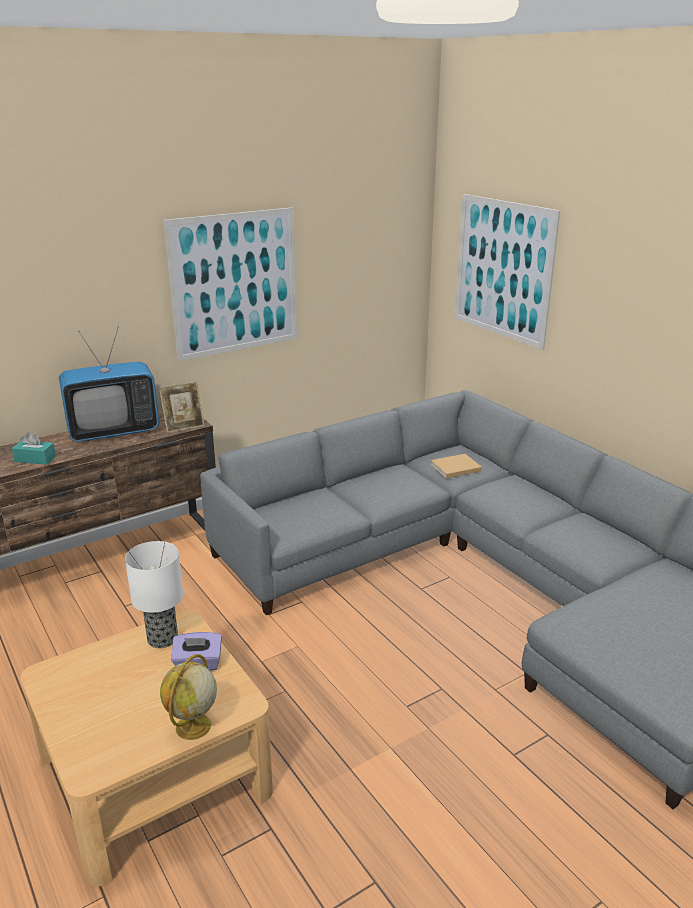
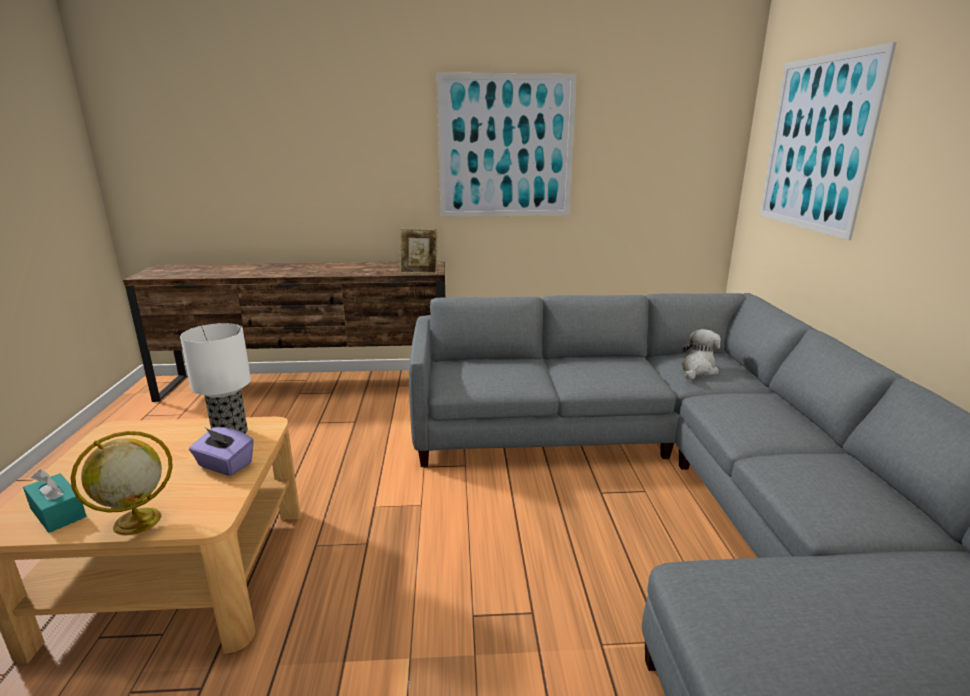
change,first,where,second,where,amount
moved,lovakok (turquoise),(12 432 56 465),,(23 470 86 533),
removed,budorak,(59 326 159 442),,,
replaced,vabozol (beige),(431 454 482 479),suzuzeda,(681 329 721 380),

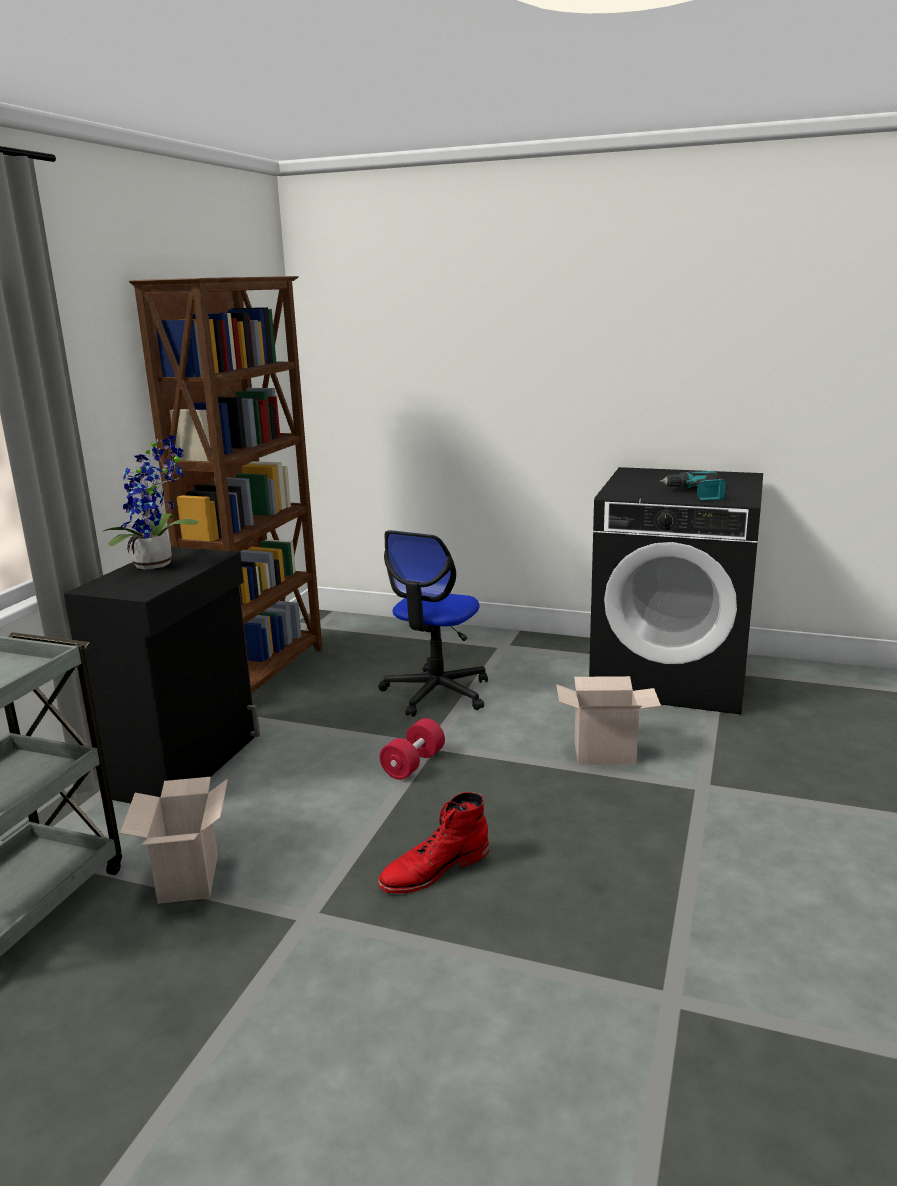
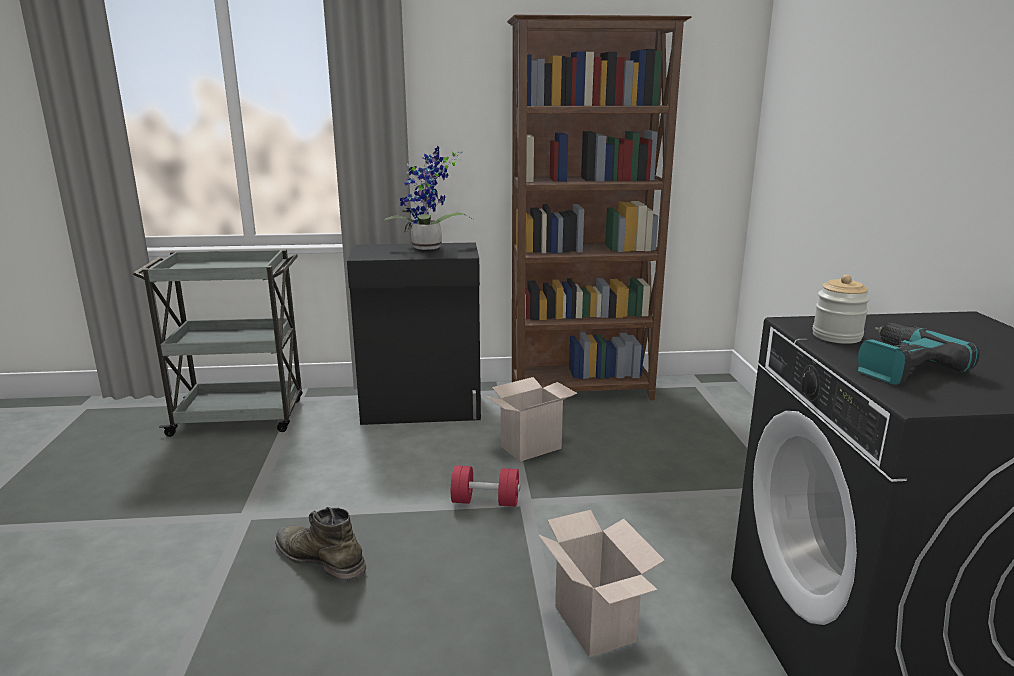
change,first,where,second,where,amount
moved,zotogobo,(120 777 228 904),,(486 377 577 462),
recoloured,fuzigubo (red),(377 792 489 893),fuzigubo (green),(275 507 366 581),
removed,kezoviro,(378 530 488 717),,,
added,,,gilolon,(812 274 870 344),

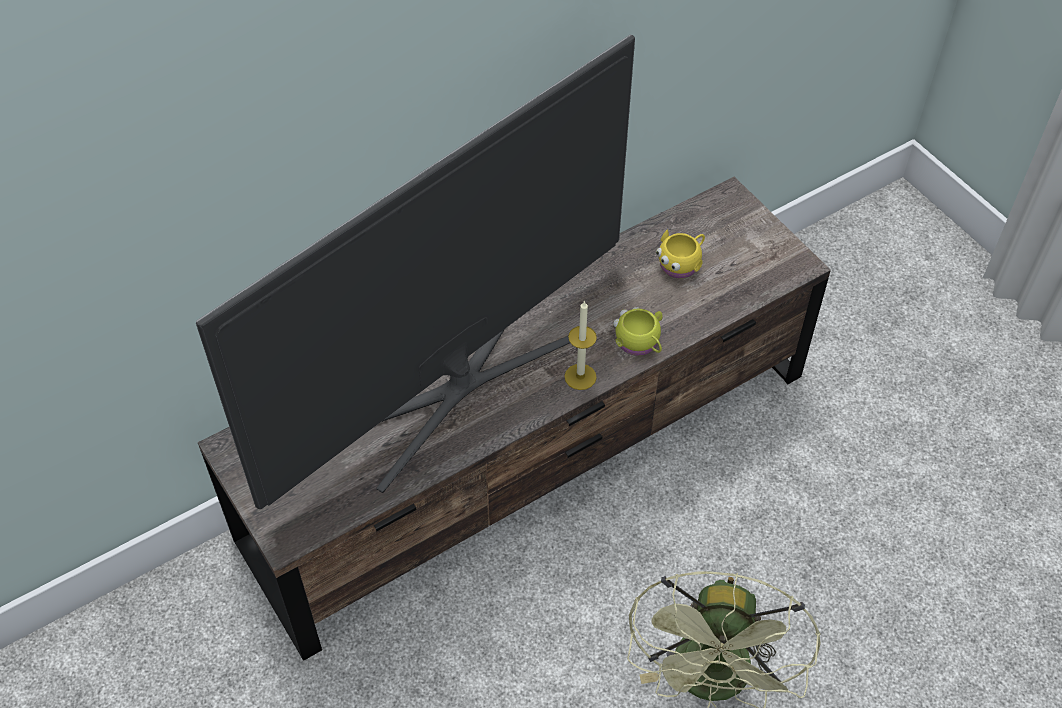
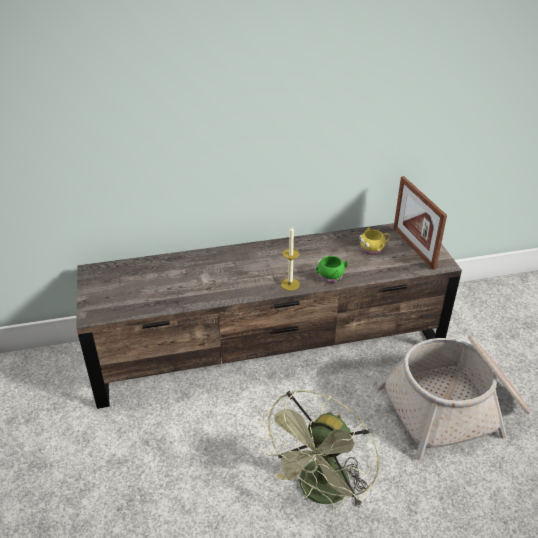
change,first,where,second,where,amount
removed,budorak,(196 35 635 509),,,
recoloured,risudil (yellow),(613 307 663 356),risudil (green),(316 256 348 283),
added,,,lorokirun,(377 335 531 460),
added,,,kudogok,(393 176 447 270),

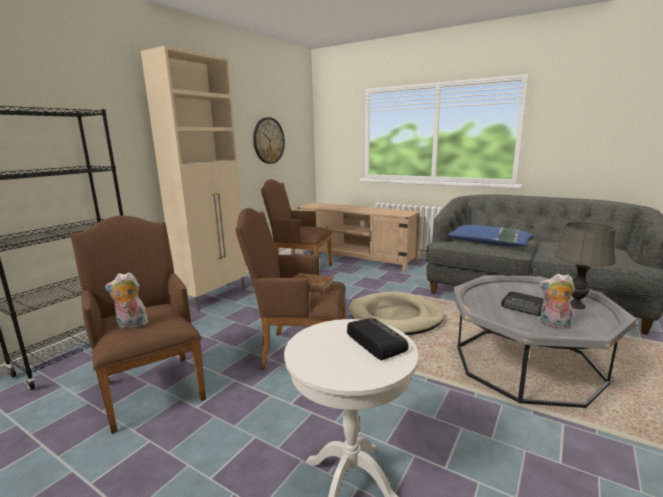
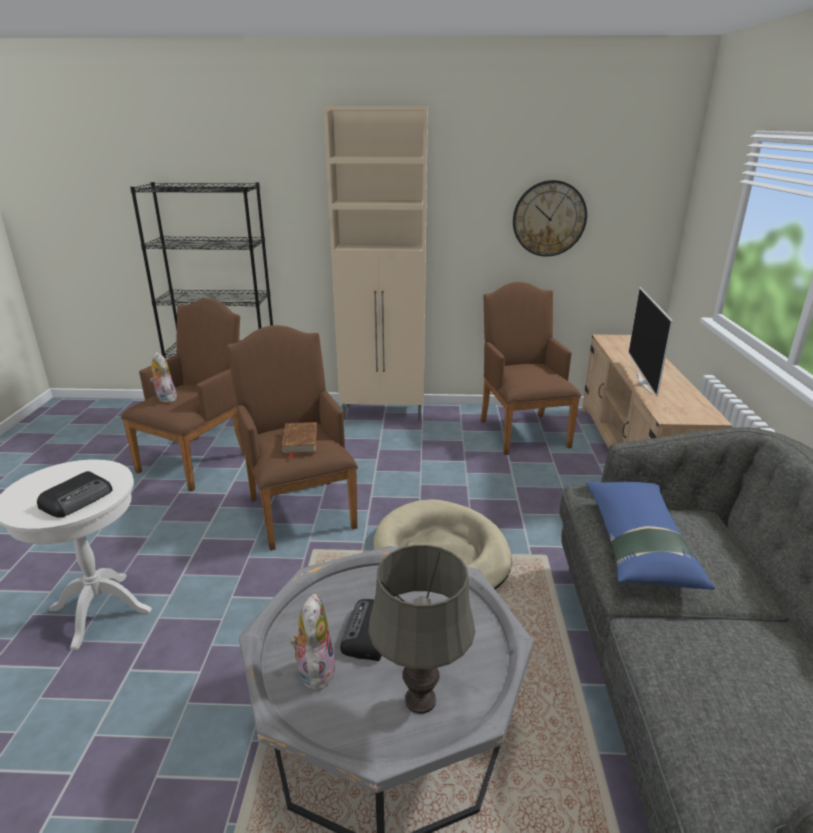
change,first,where,second,where,amount
added,,,budorak,(628 287 673 397),

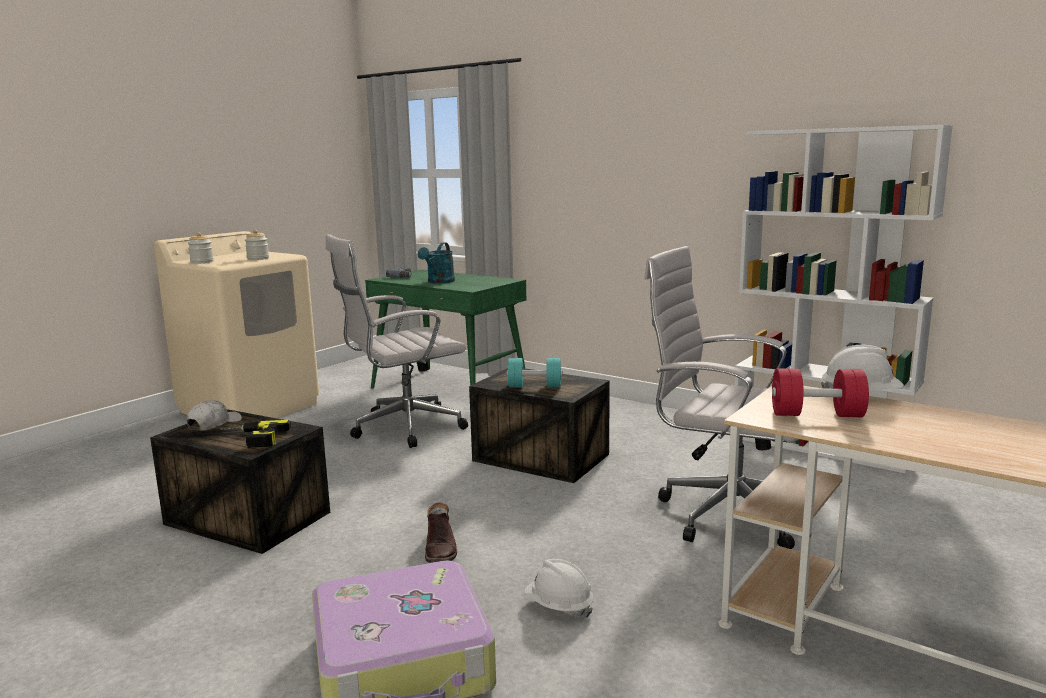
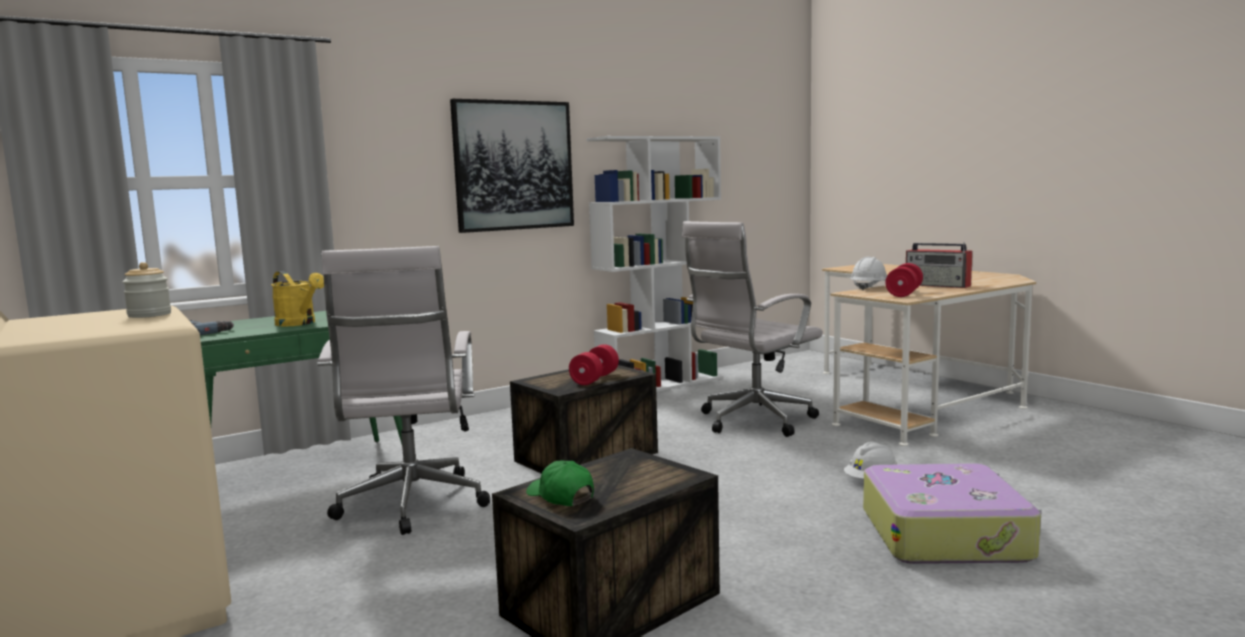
change,first,where,second,where,amount
recoloured,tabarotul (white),(187 400 242 431),tabarotul (green),(526 461 594 506),
removed,gilolon,(188 232 214 264),,,
removed,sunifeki,(219 420 291 448),,,
recoloured,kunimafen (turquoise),(417 242 455 284),kunimafen (yellow),(271 271 324 326),
removed,fuzigubo (brown),(425 502 457 563),,,
recoloured,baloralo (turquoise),(507 358 563 388),baloralo (red),(569 344 619 385),
added,,,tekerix,(450 99 574 233),
added,,,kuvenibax,(906 242 972 288),

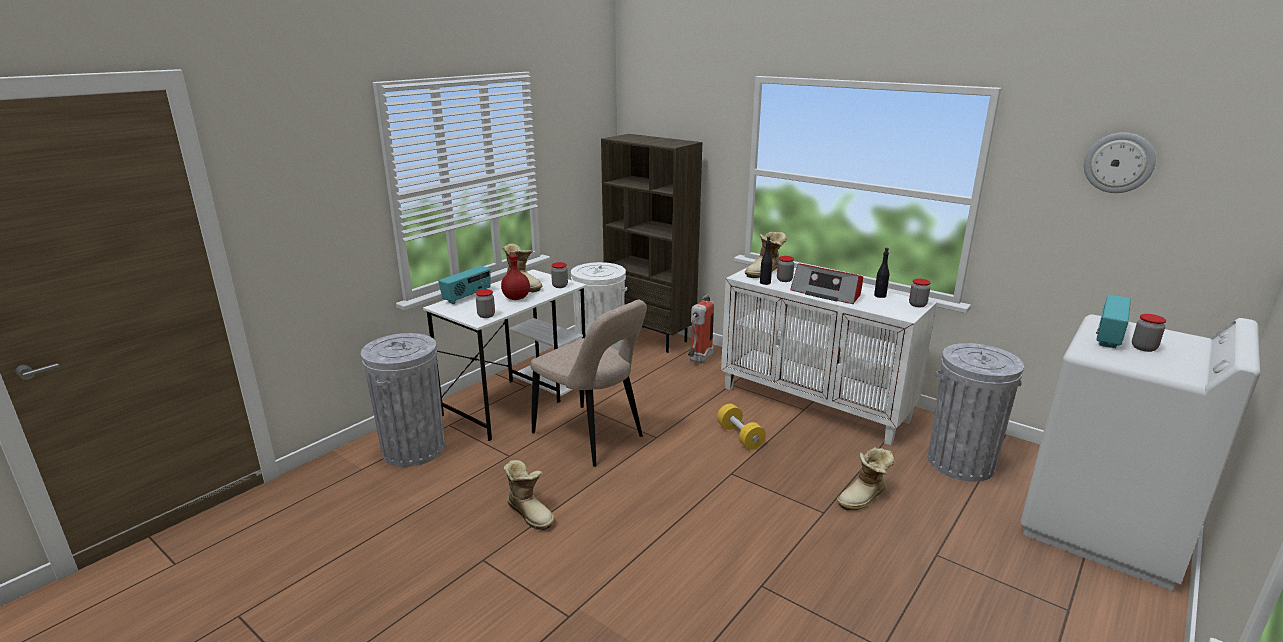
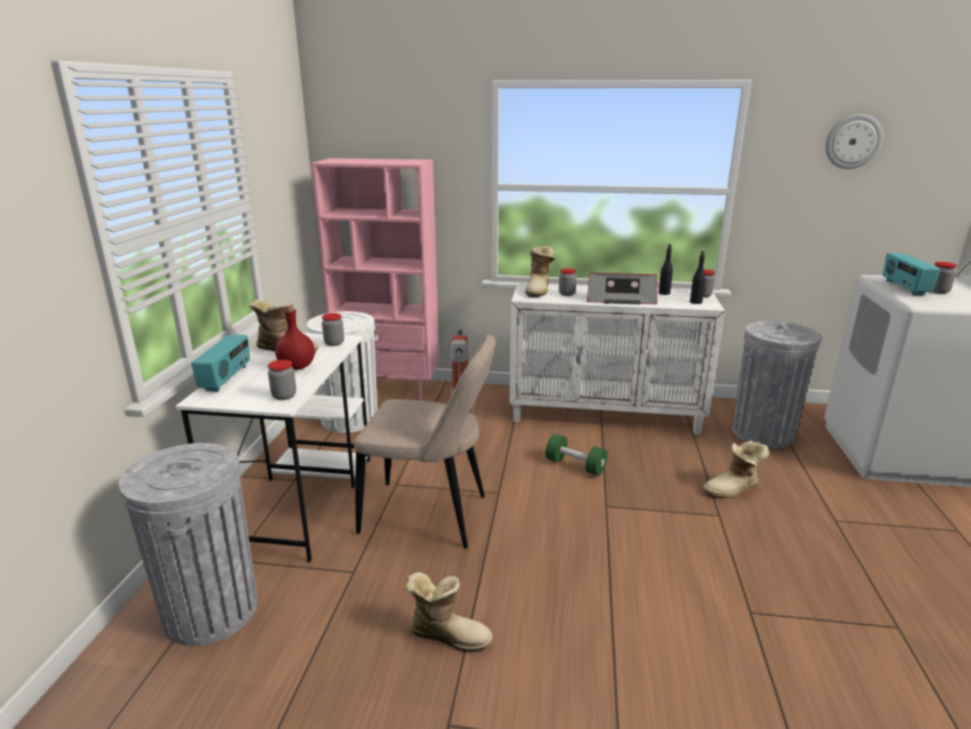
change,first,where,second,where,amount
recoloured,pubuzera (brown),(601 134 702 353),pubuzera (pink),(311 158 439 401),
recoloured,baloralo (yellow),(717 404 766 450),baloralo (green),(545 434 608 476),
moved,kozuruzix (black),(760 237 772 285),,(690 251 706 304),
turned,fuzigubo,(837 447 895 511),,(703 440 769 498),45 degrees clockwise

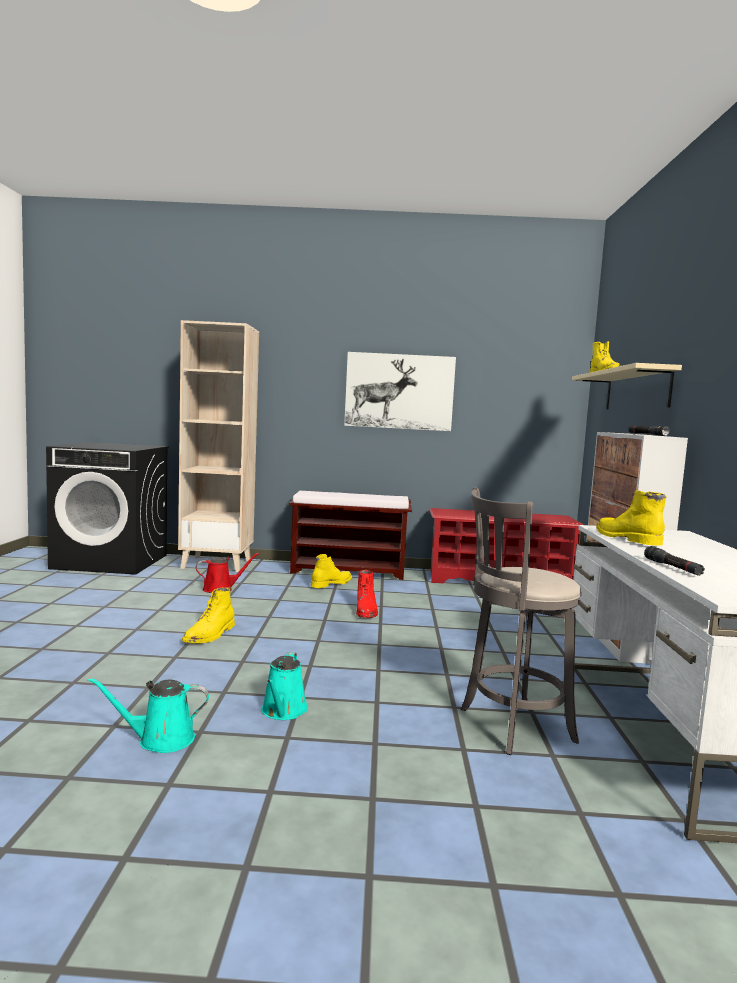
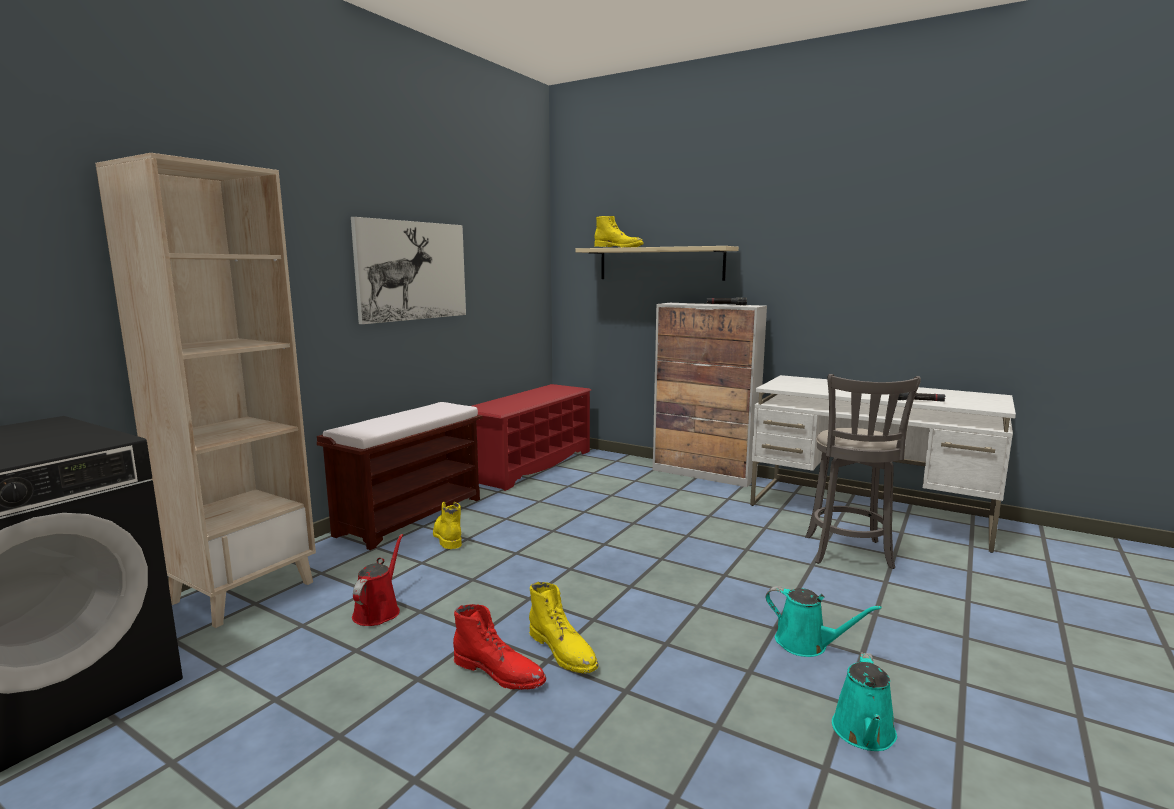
change,first,where,second,where,amount
moved,fuzigubo (red),(356 570 378 618),,(453 604 546 690),
removed,fuzigubo (yellow),(596 490 666 546),,,

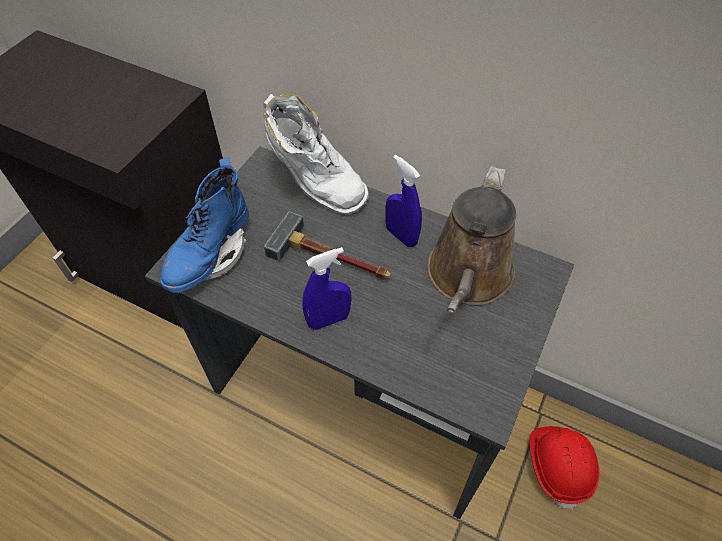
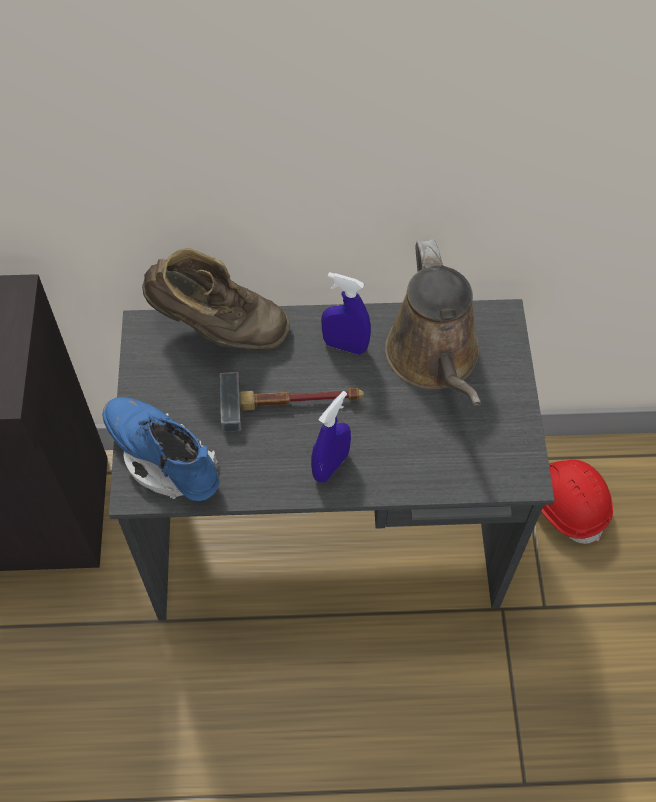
change,first,where,second,where,amount
turned,fuzigubo (blue),(160 158 249 293),,(102 397 219 501),135 degrees clockwise
recoloured,fuzigubo (white),(263 94 369 215),fuzigubo (brown),(142 248 290 351),

